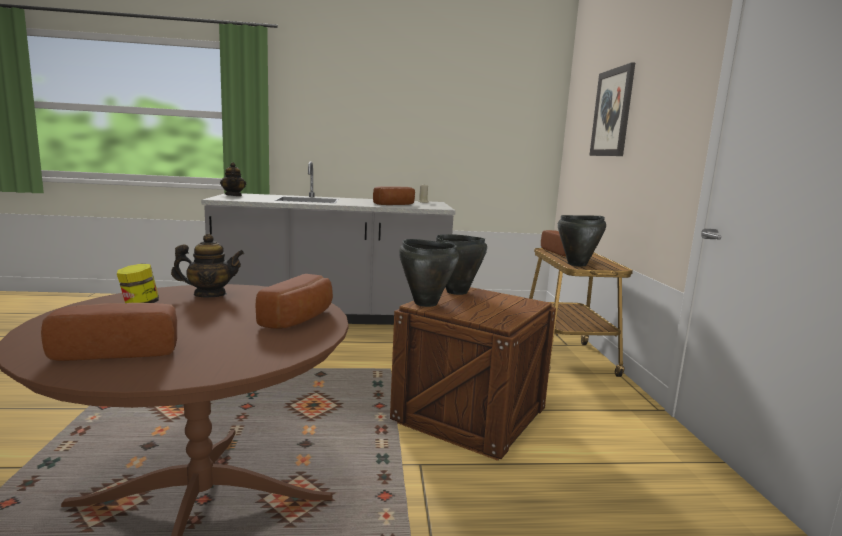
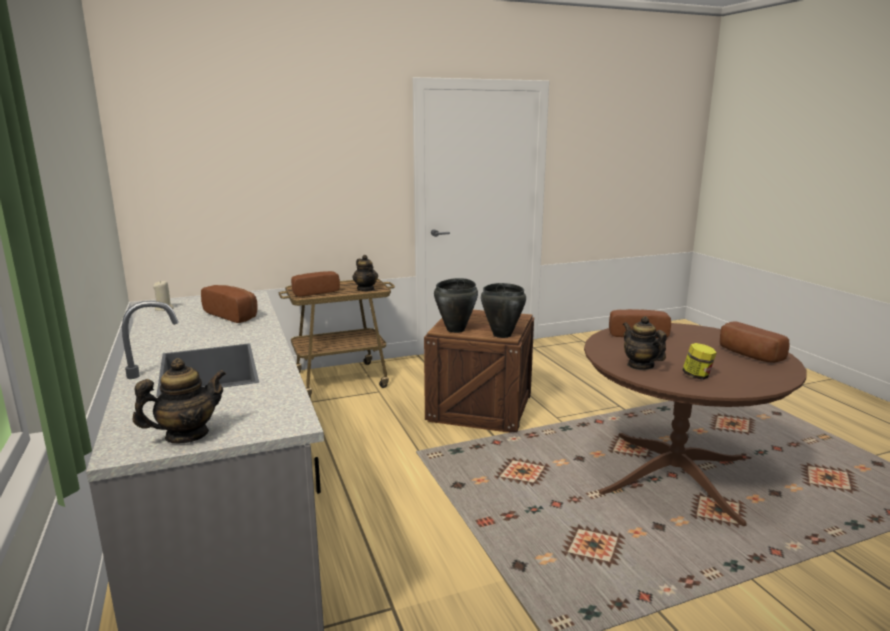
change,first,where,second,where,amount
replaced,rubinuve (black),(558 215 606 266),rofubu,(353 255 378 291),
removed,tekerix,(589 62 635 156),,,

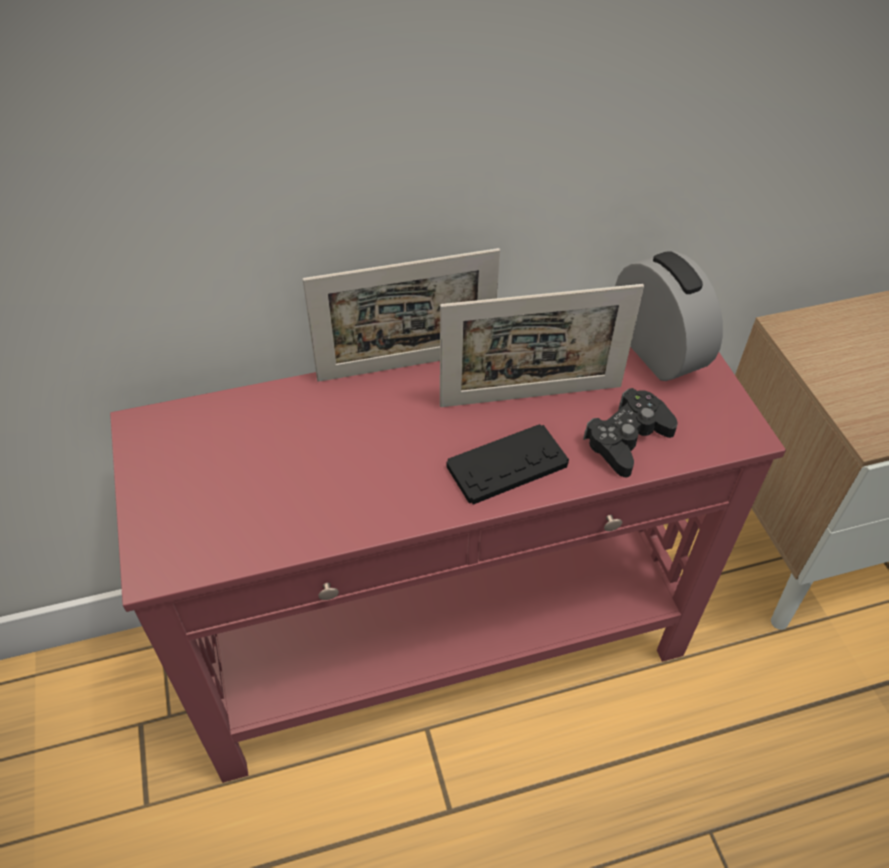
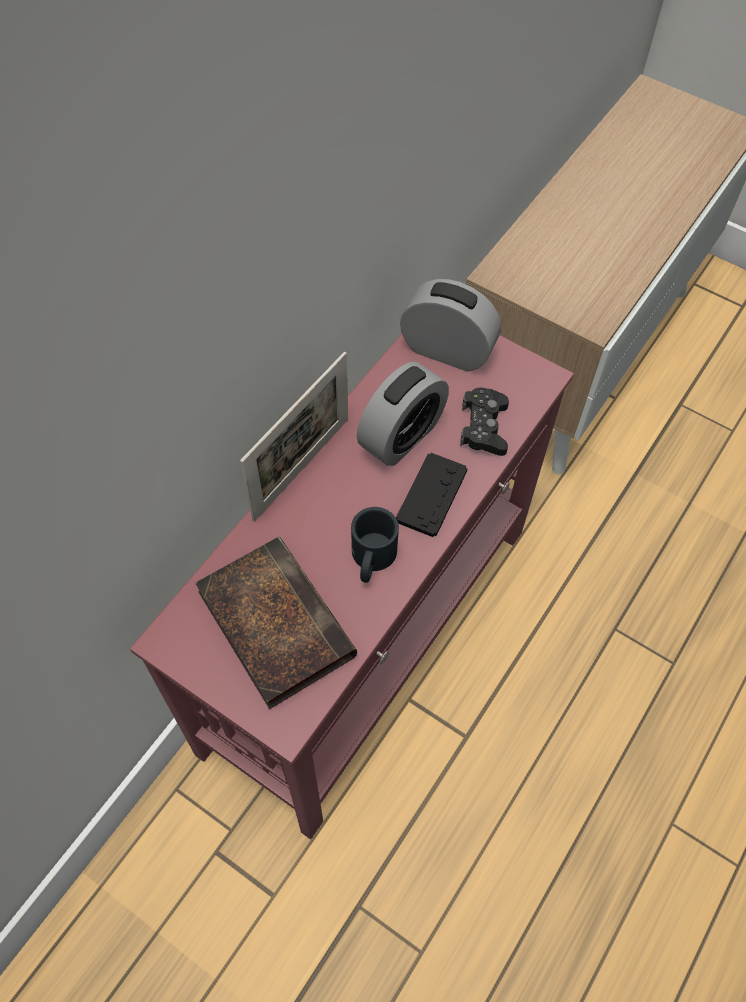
change,first,where,second,where,amount
replaced,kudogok,(440 284 644 407),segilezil,(357 361 449 466),
added,,,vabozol,(195 537 357 709),
added,,,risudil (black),(351 507 399 582),

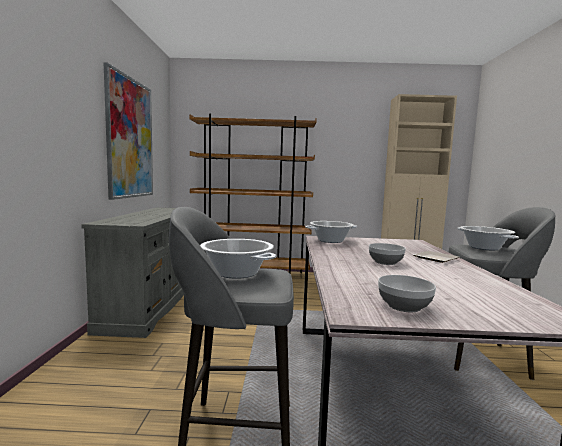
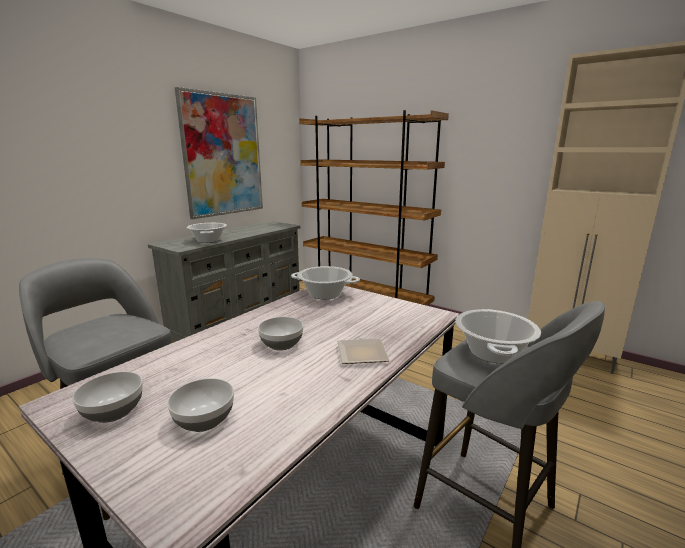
change,first,where,second,where,amount
moved,rubinuve,(200 239 276 279),,(187 223 227 243),
added,,,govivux,(167 378 234 432),

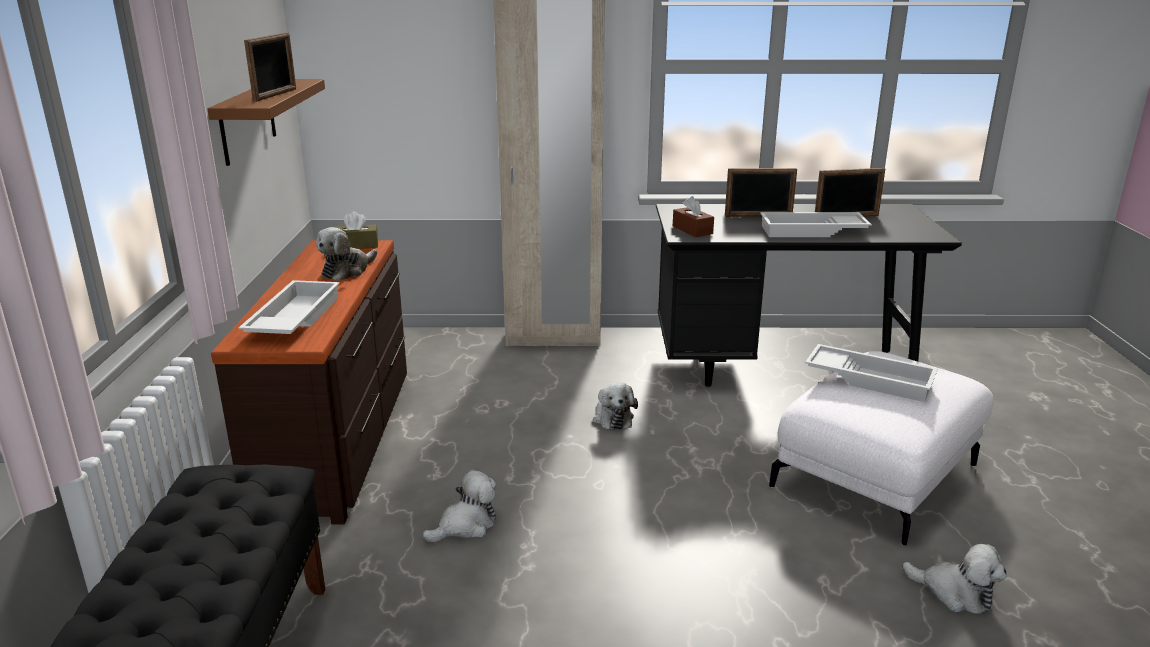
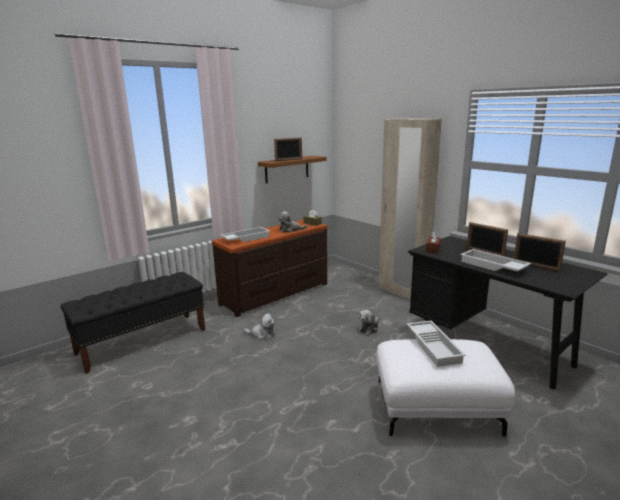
change,first,where,second,where,amount
removed,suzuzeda,(903 544 1006 614),,,

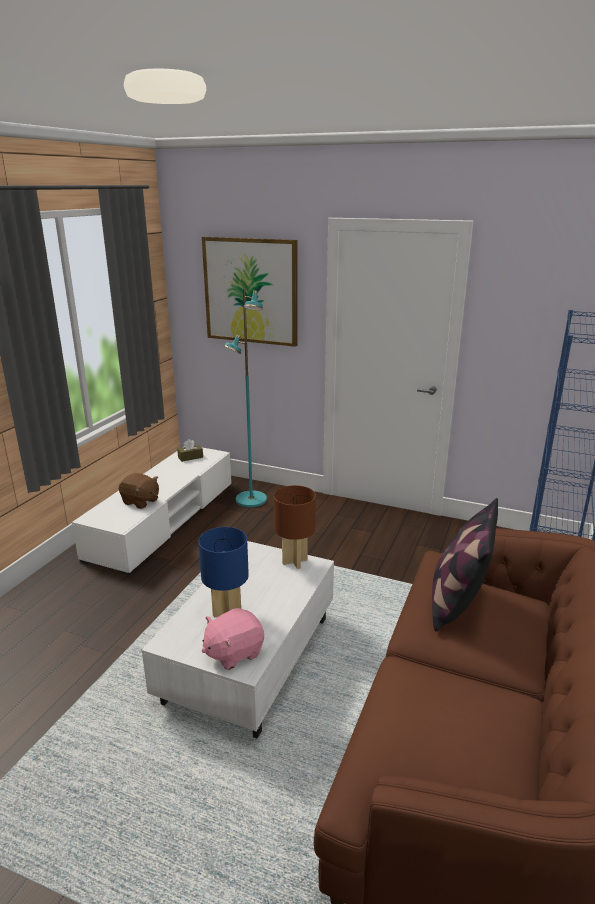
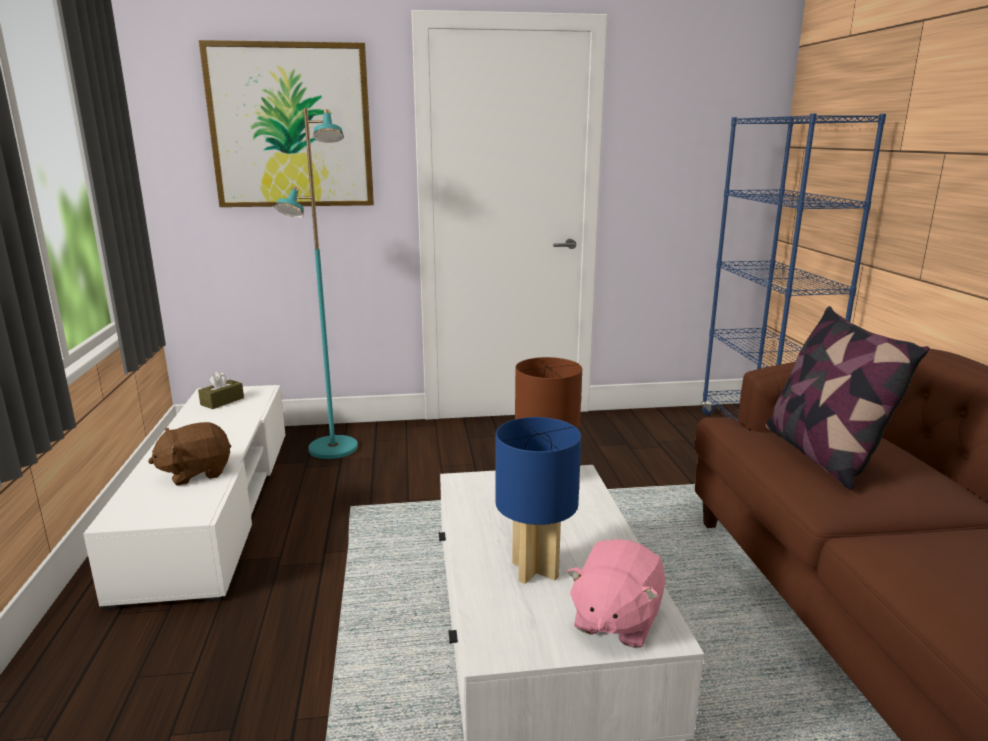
change,first,where,second,where,amount
turned,suzuzeda (brown),(119 473 159 509),,(148 422 231 486),150 degrees clockwise

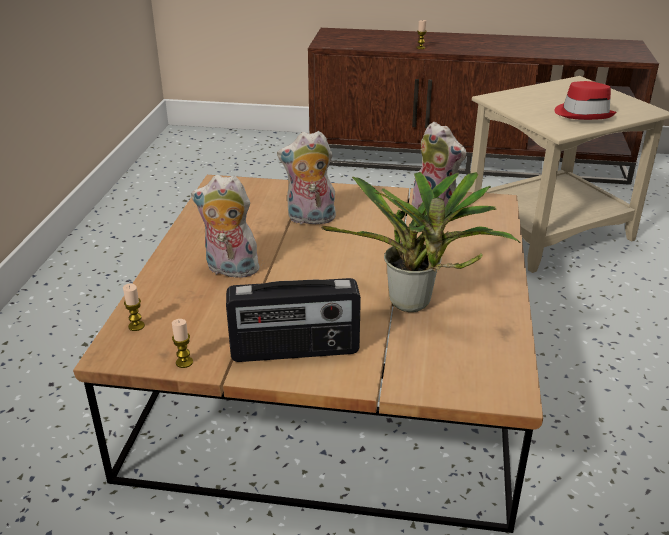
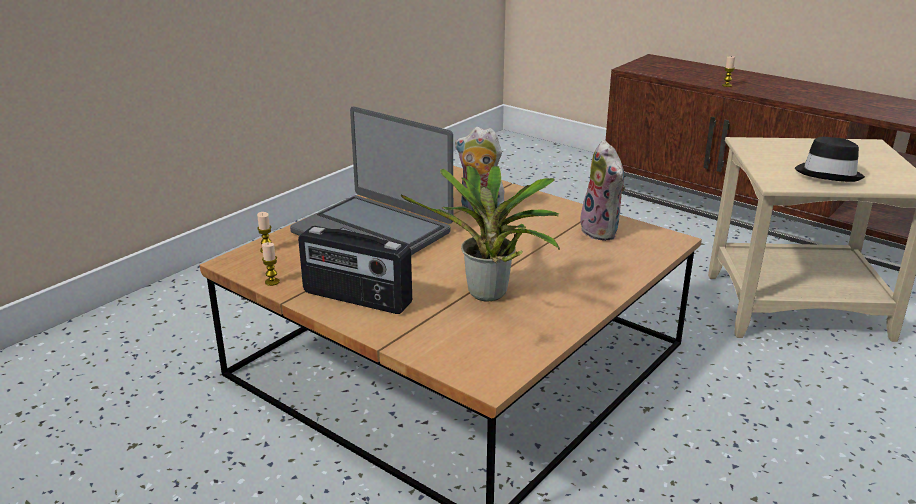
change,first,where,second,where,amount
replaced,suzuzeda,(191 175 259 278),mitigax,(290 106 453 255),
recoloured,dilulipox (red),(554 81 616 120),dilulipox (black),(795 137 865 182),

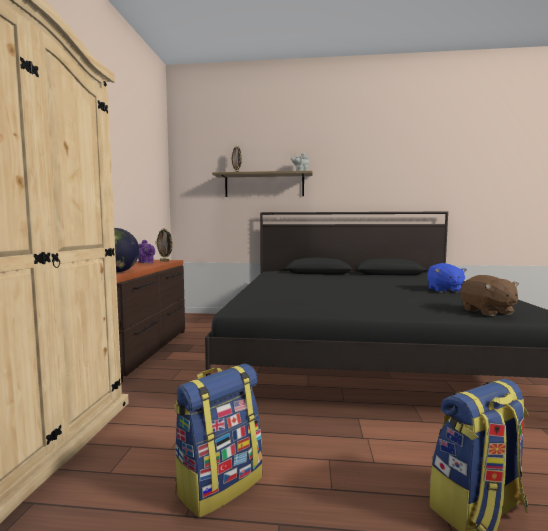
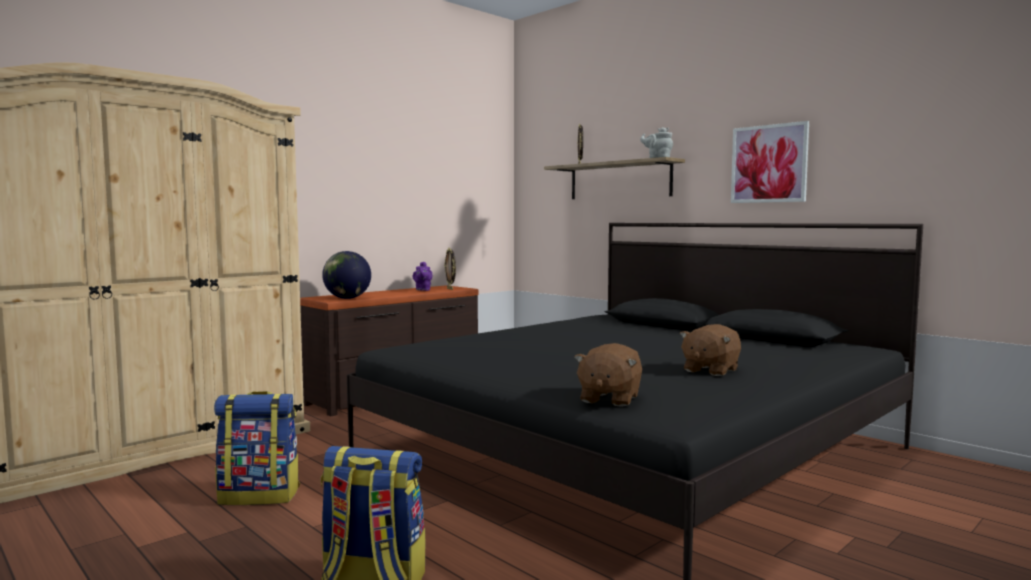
change,first,where,second,where,amount
recoloured,suzuzeda (blue),(427 263 467 292),suzuzeda (brown),(680 324 741 376),
added,,,tekerix,(731 121 809 203),

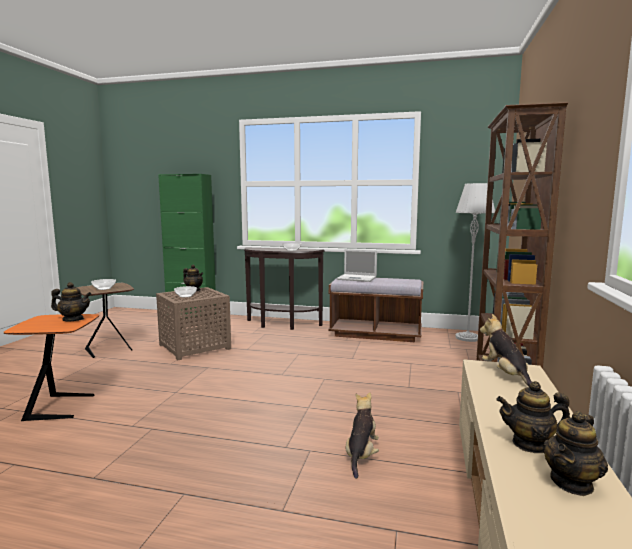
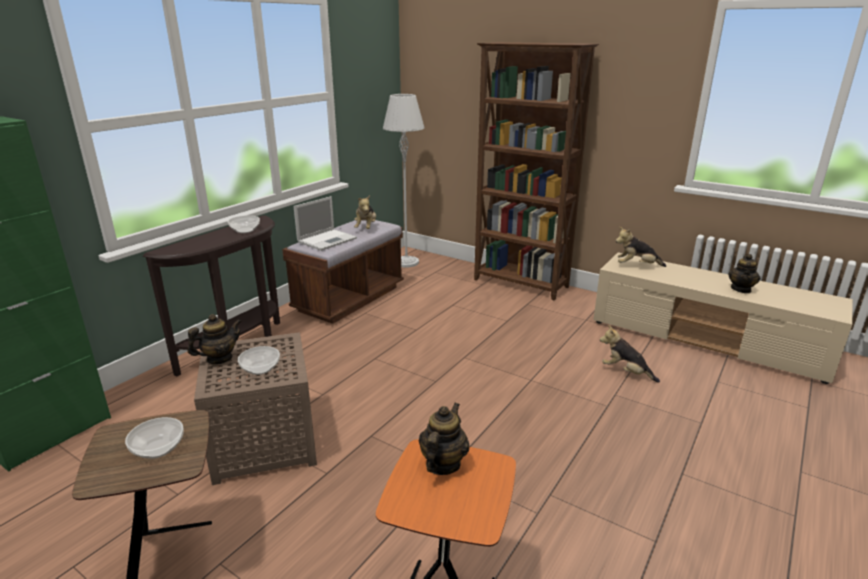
change,first,where,second,where,amount
removed,rofubu,(543 411 608 496),,,
added,,,suzuzeda,(354 195 376 229),

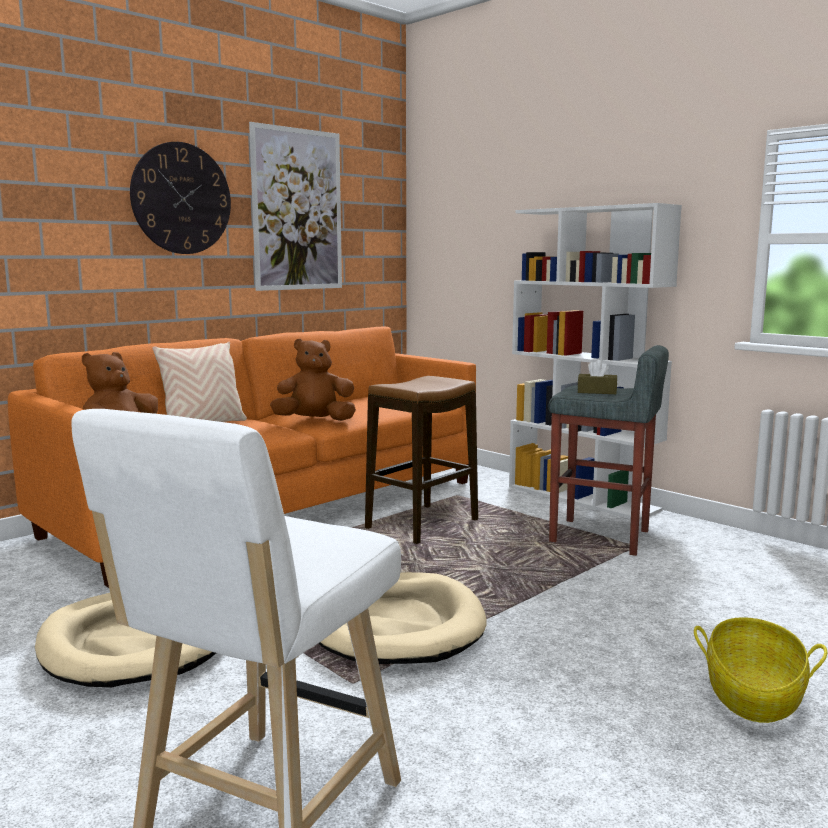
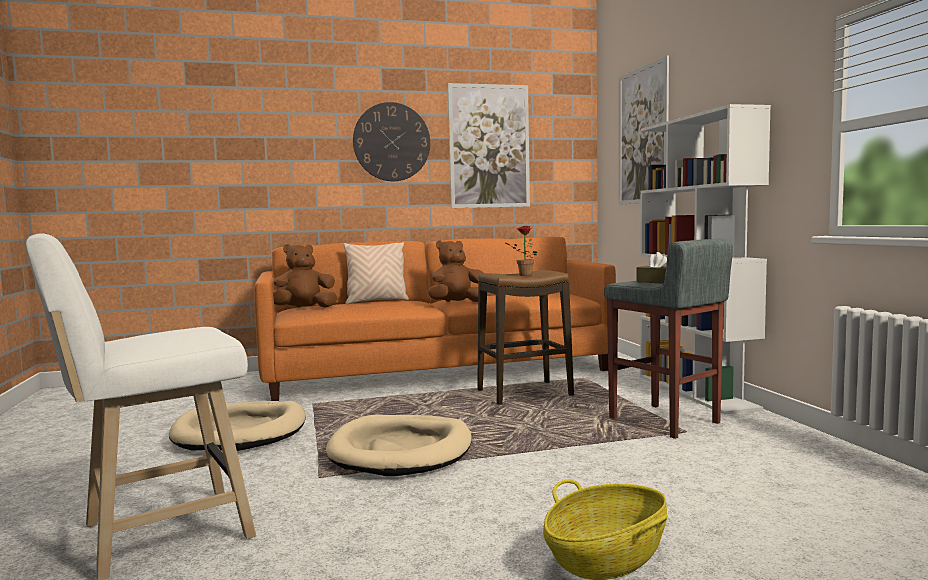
change,first,where,second,where,amount
turned,suzuzeda (brown),(270 339 356 421),,(428 240 483 302),45 degrees counterclockwise
added,,,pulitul,(504 226 537 276),
added,,,tekerix,(619 56 669 205),

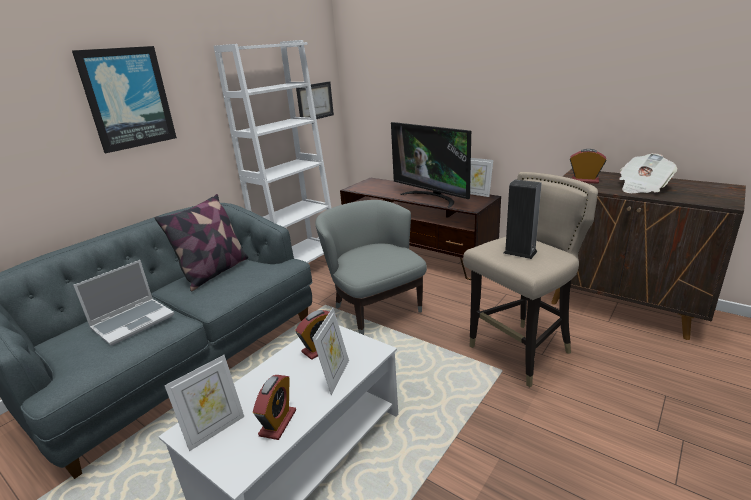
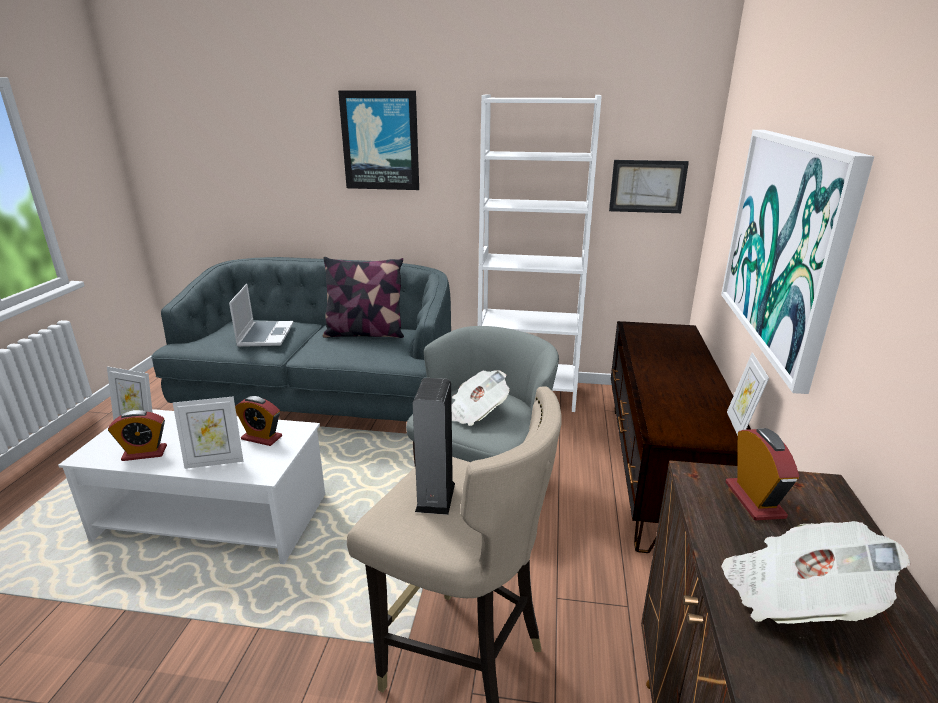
change,first,where,second,where,amount
turned,mitigax,(73 260 174 345),,(229 284 294 347),105 degrees counterclockwise
removed,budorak,(391 122 471 208),,,
added,,,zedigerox,(452 370 509 426),
added,,,tekerix,(721 130 874 394),

